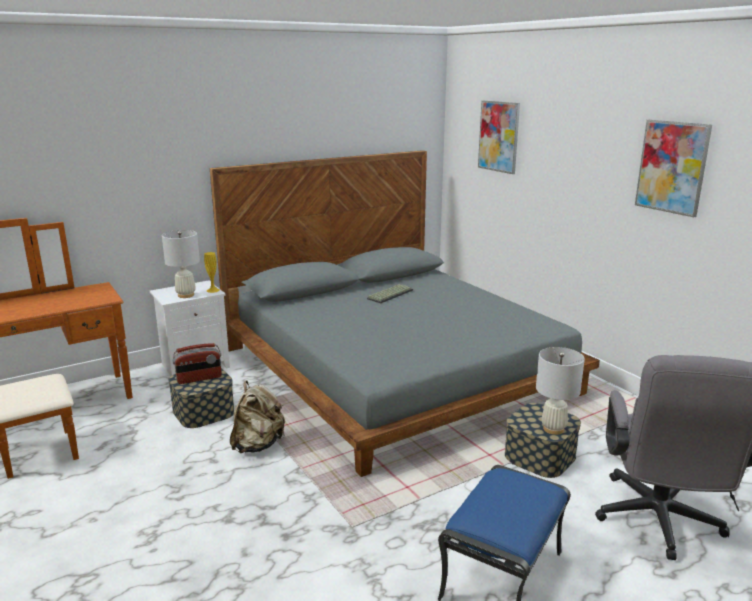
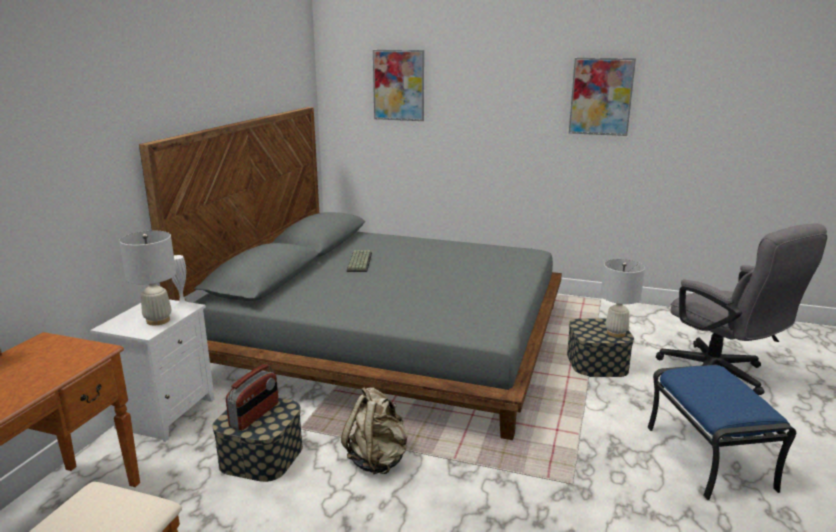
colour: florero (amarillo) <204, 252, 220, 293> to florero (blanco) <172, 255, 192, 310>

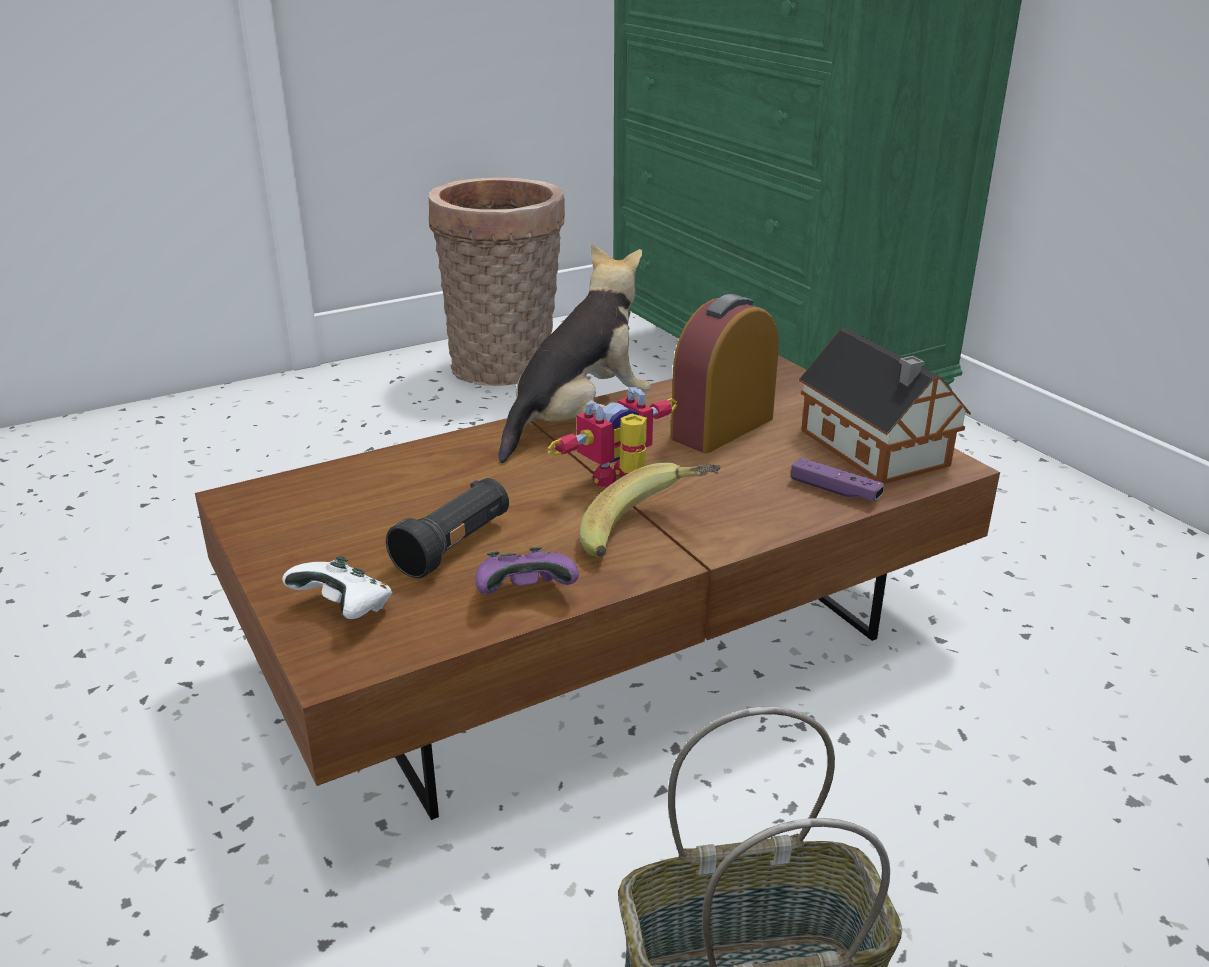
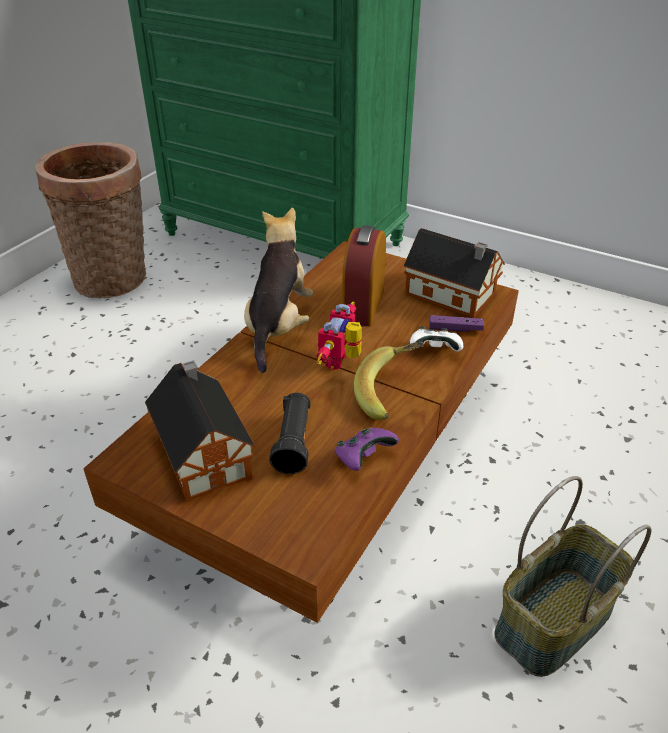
appeared: casita <145, 360, 255, 502>
relocated: mando de consola (blanco) <282, 556, 392, 619> to <410, 326, 463, 351>

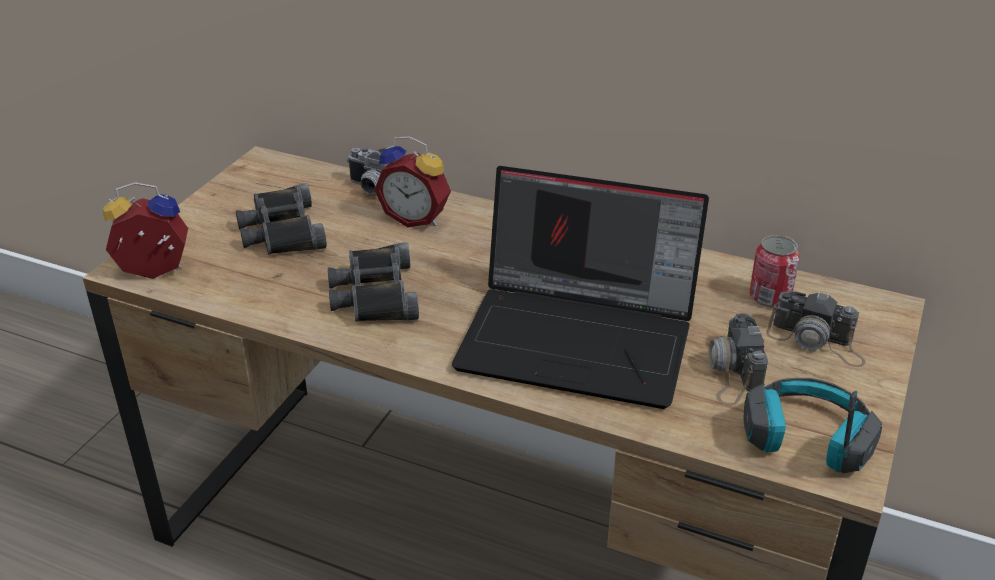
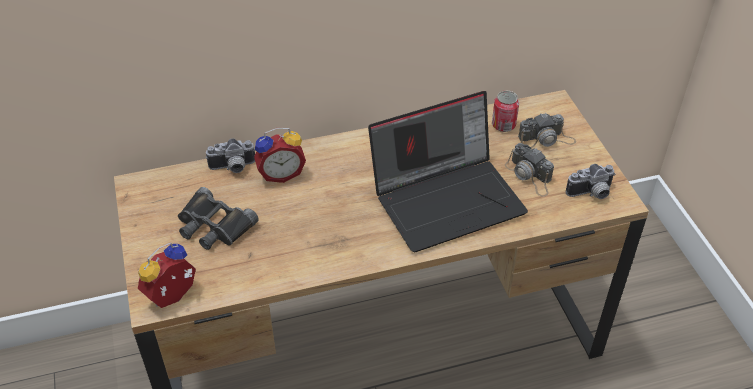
missing: prismáticos (negro) <328, 242, 419, 322>
exchanged: auriculares <744, 378, 882, 473> to cámara <566, 164, 616, 199>

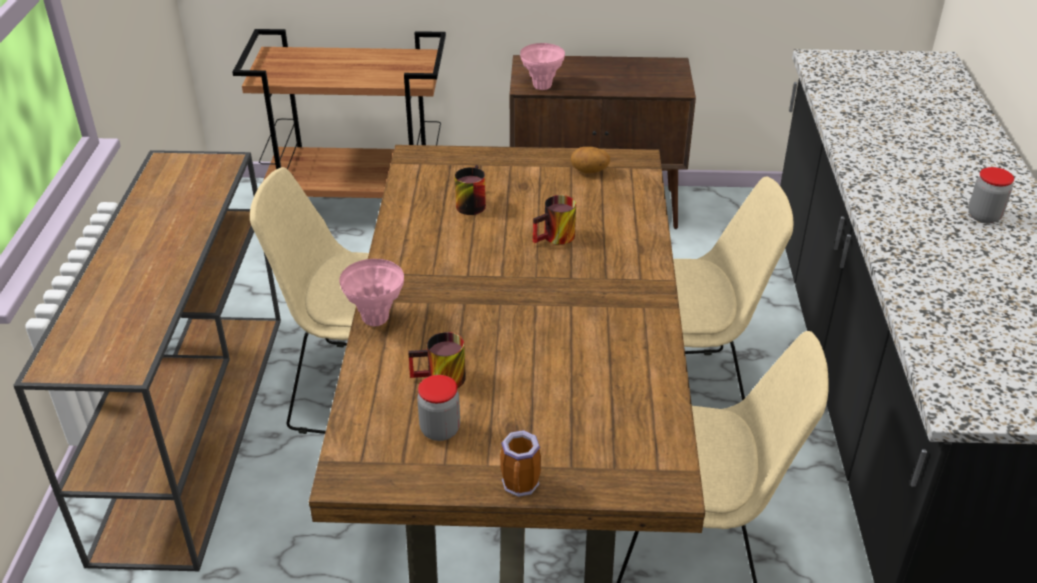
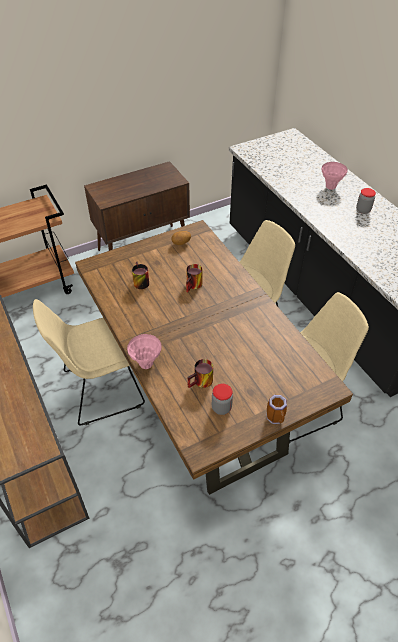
relocated: florero (rosa) <520, 43, 565, 90> to <322, 162, 348, 190>

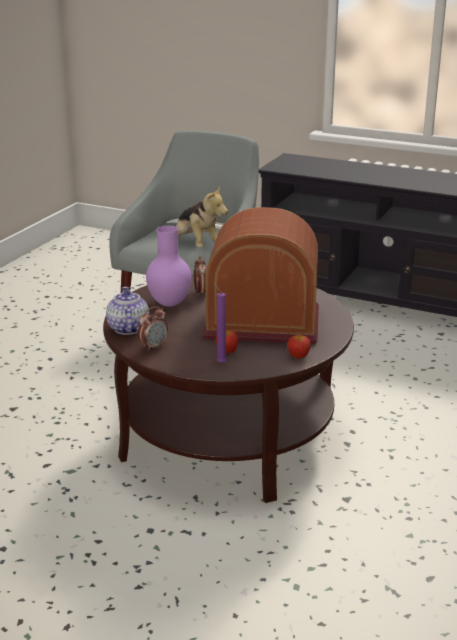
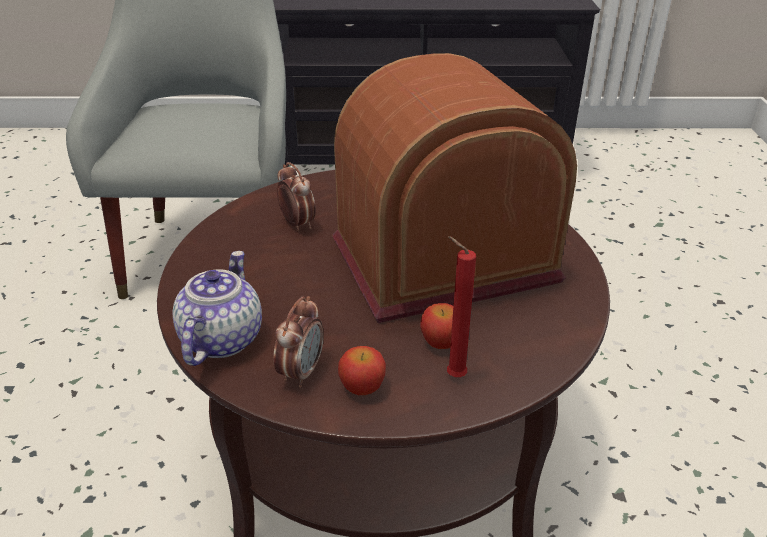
missing: florero (morado) <146, 226, 192, 307>; peluche <175, 186, 228, 248>
relocated: manzana <288, 335, 311, 359> to <338, 346, 386, 395>
colour: vela (morado) <214, 284, 227, 364> to vela (rojo) <447, 236, 476, 377>
spun: tetera <106, 287, 149, 335> = <173, 251, 262, 366> 45 degrees clockwise

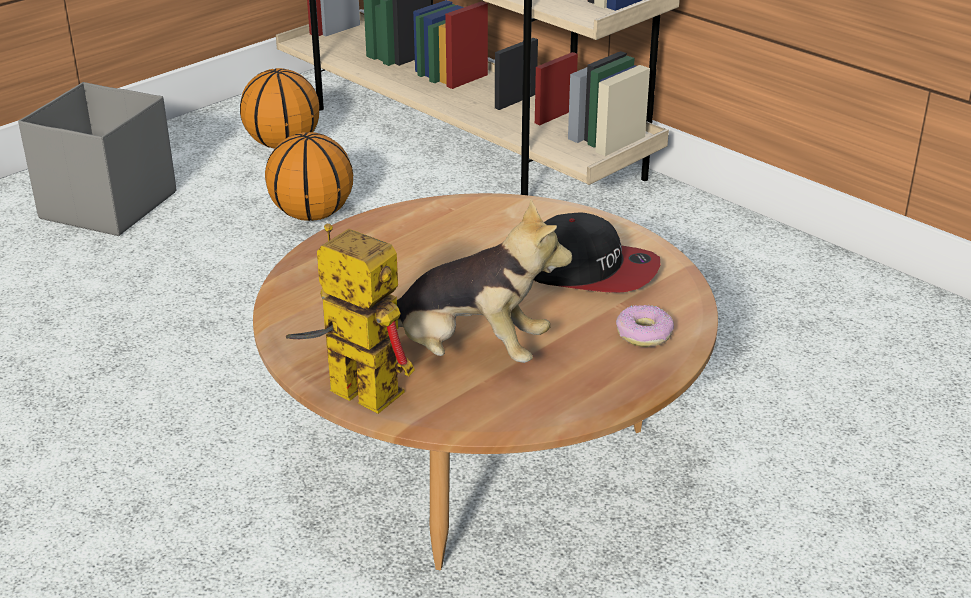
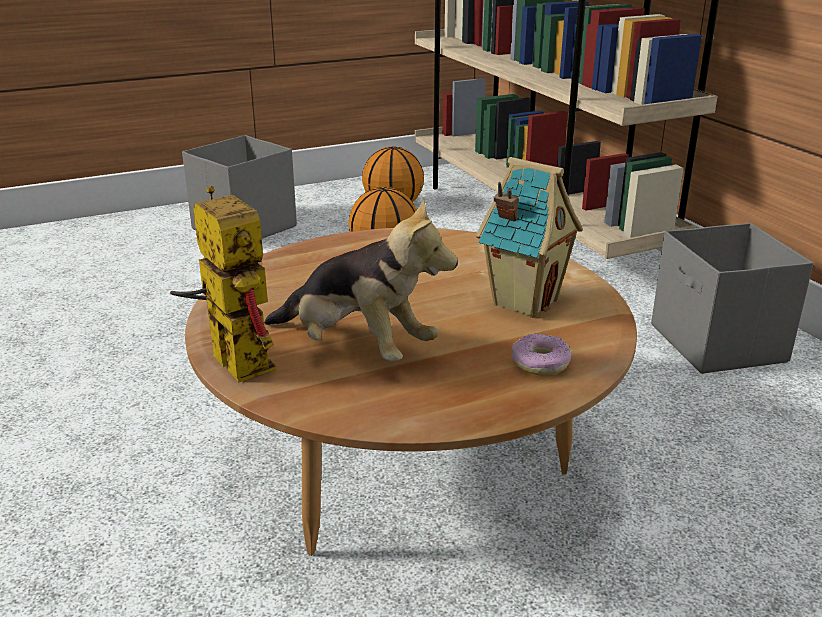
appeared: caja de almacenaje (gris) <651, 223, 814, 374>
exchanged: gorra <534, 213, 661, 293> to casita <476, 157, 583, 318>

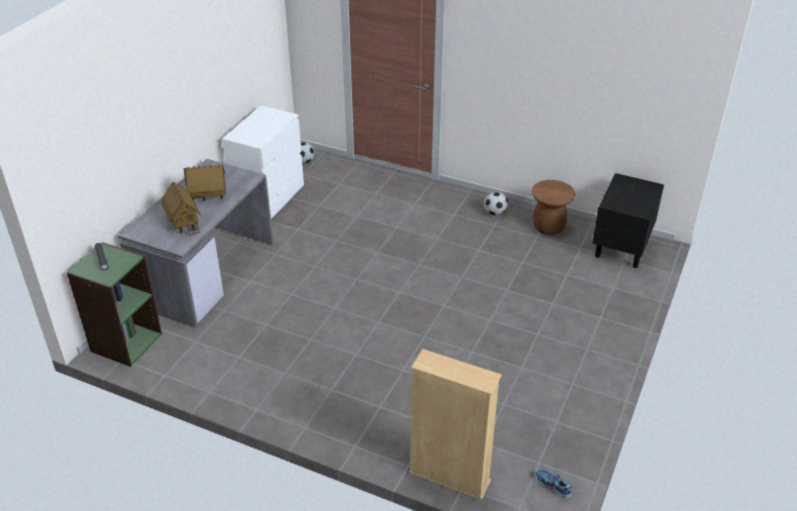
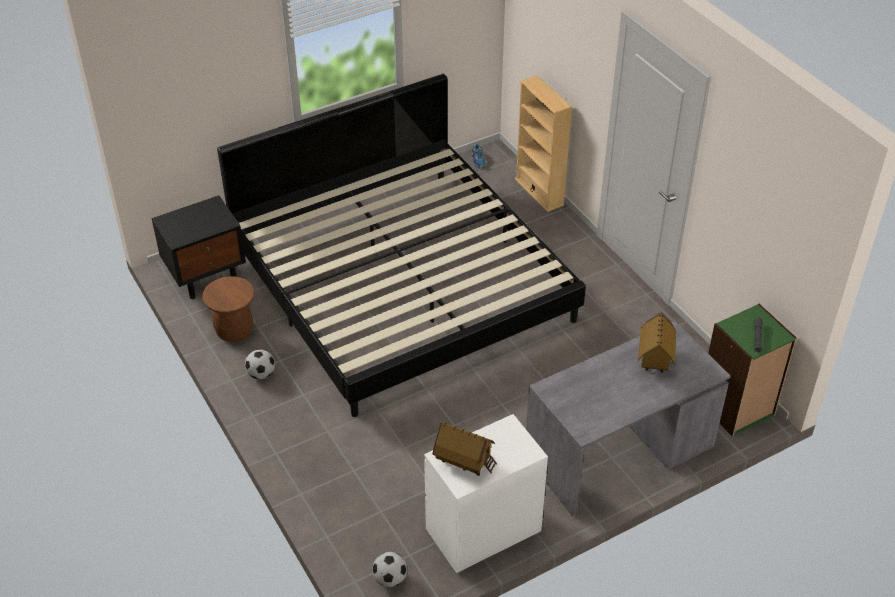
appeared: cama <217, 74, 586, 417>
relocated: casita <184, 164, 226, 201> to <432, 423, 497, 476>

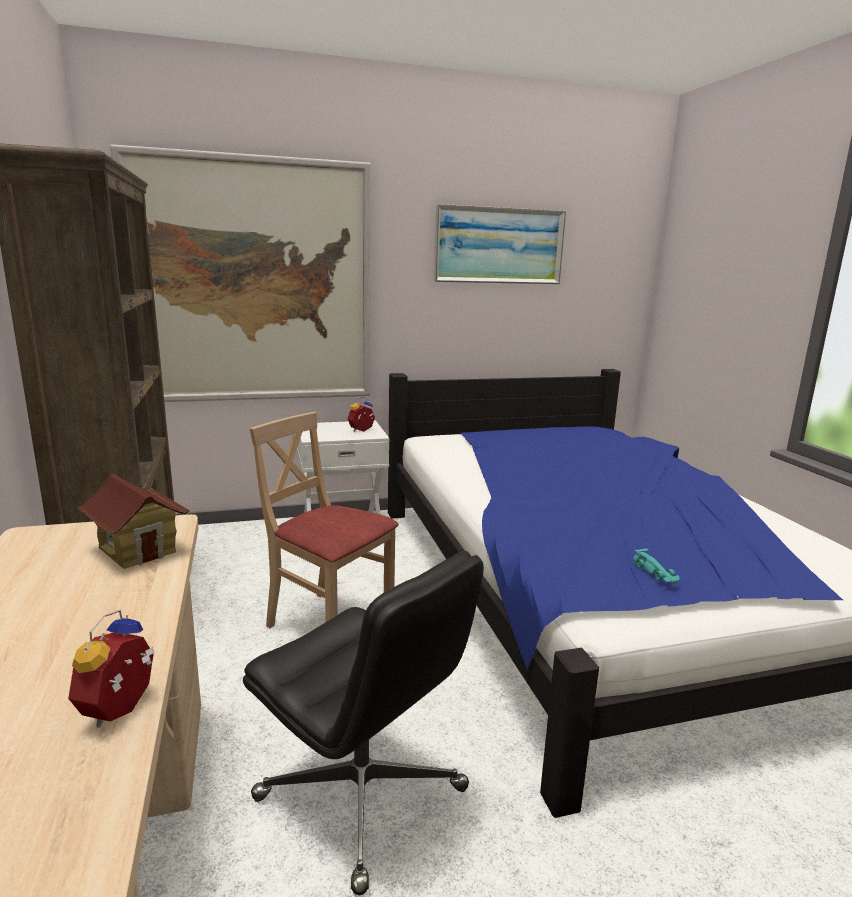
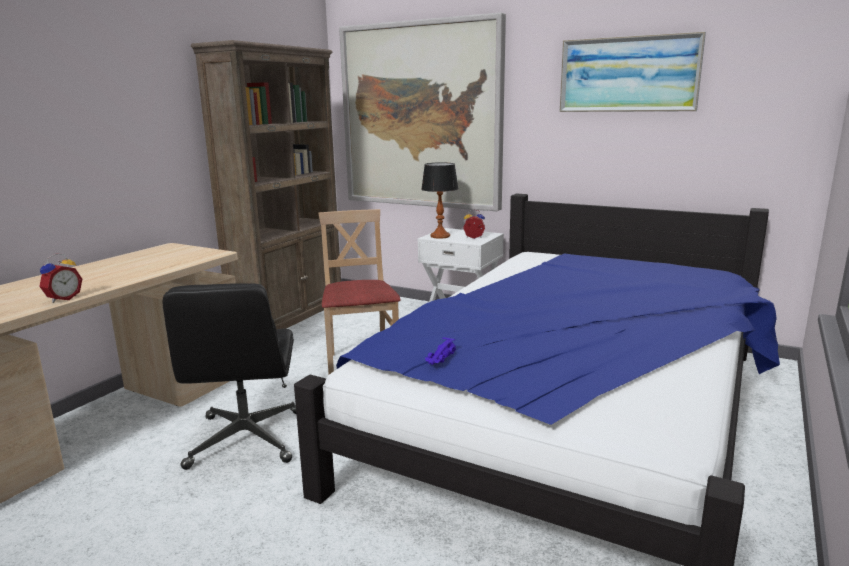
missing: casita <77, 474, 190, 569>
appeared: lámpara de mesa <421, 162, 459, 239>
colour: coche de juguete (turquesa) <632, 549, 680, 584> to coche de juguete (morado) <425, 337, 456, 365>
spun: despertador <68, 609, 154, 728> = <39, 253, 82, 303> 150 degrees clockwise

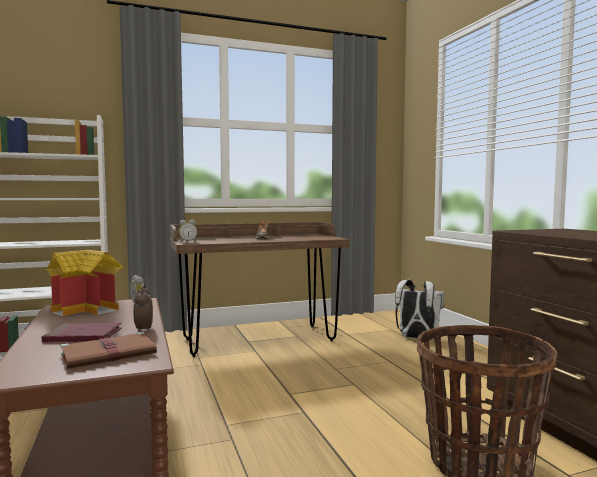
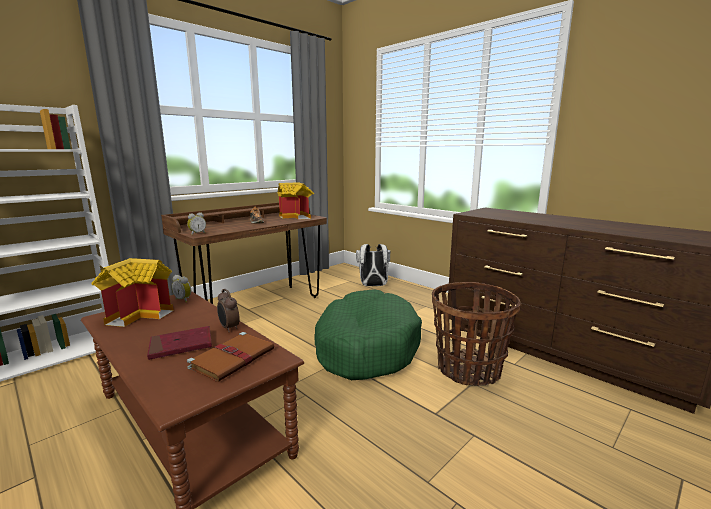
appeared: casita <277, 182, 314, 220>; cama para perro (verde) <315, 289, 422, 380>

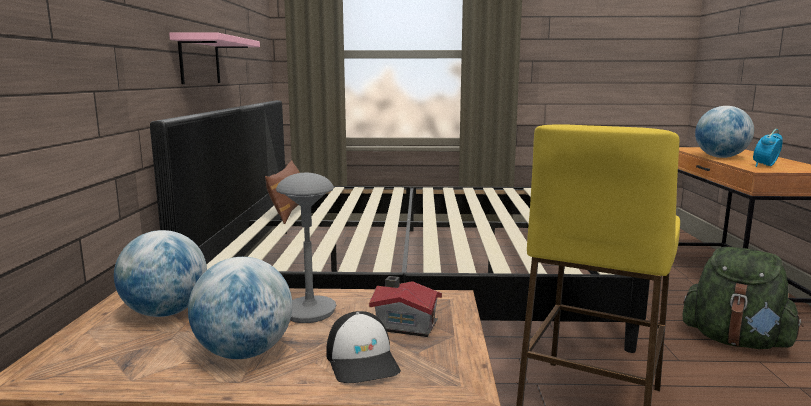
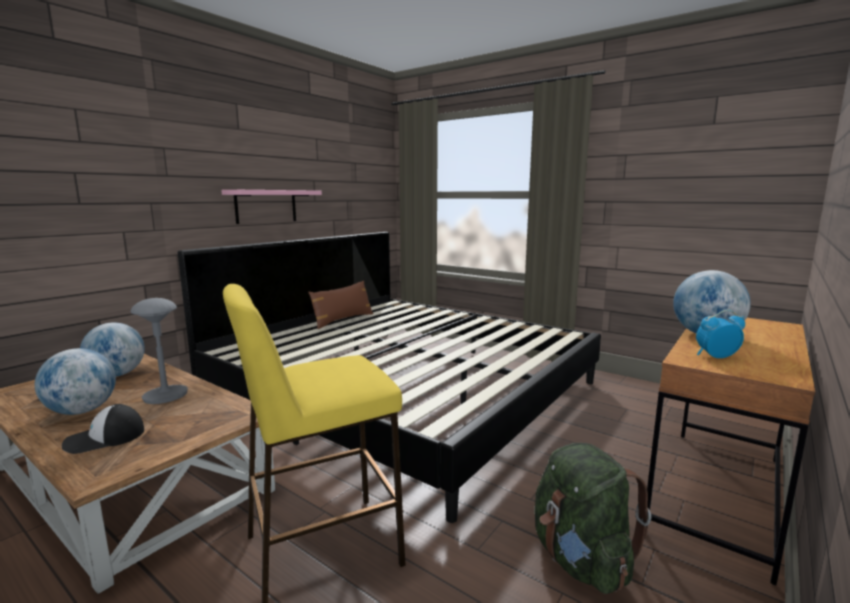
missing: casita <369, 276, 442, 337>
spun: gorra <326, 311, 401, 383> = <62, 404, 144, 454> 45 degrees clockwise

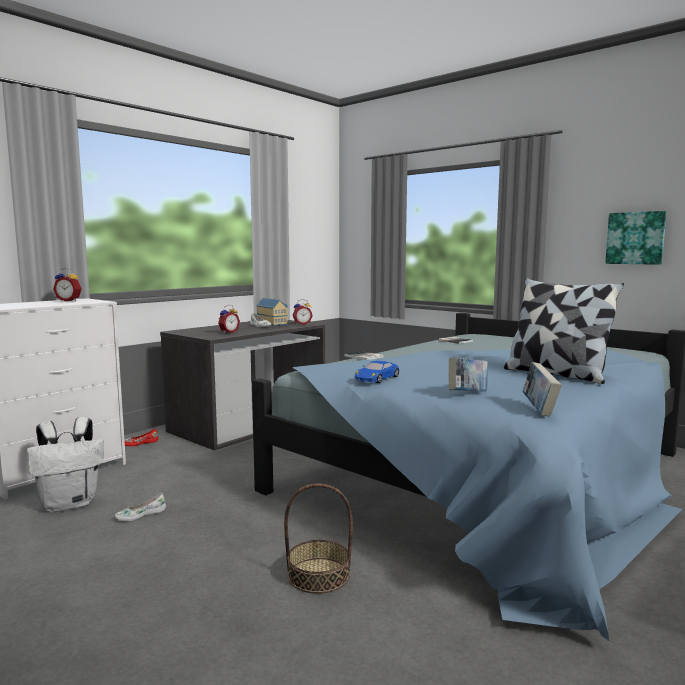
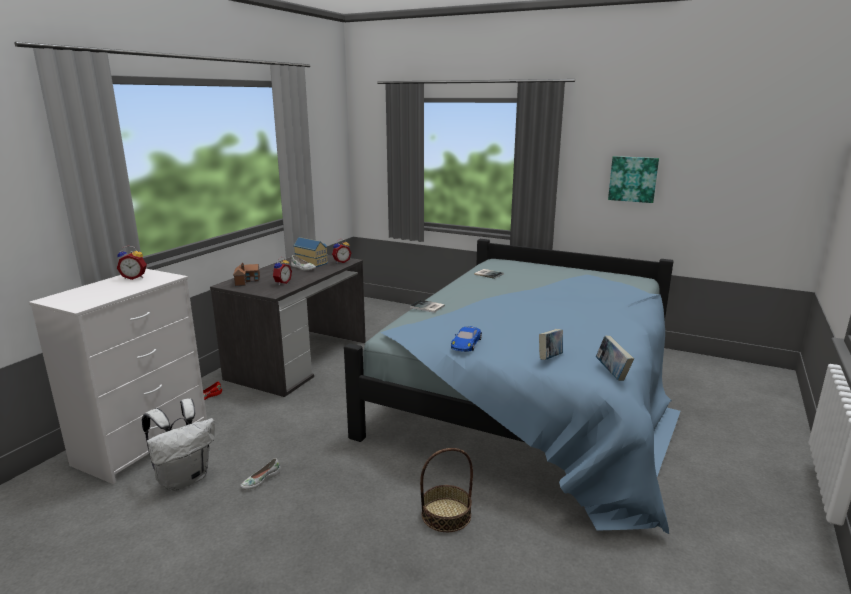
missing: cojín <504, 278, 624, 384>
appeared: casita <233, 263, 260, 286>

